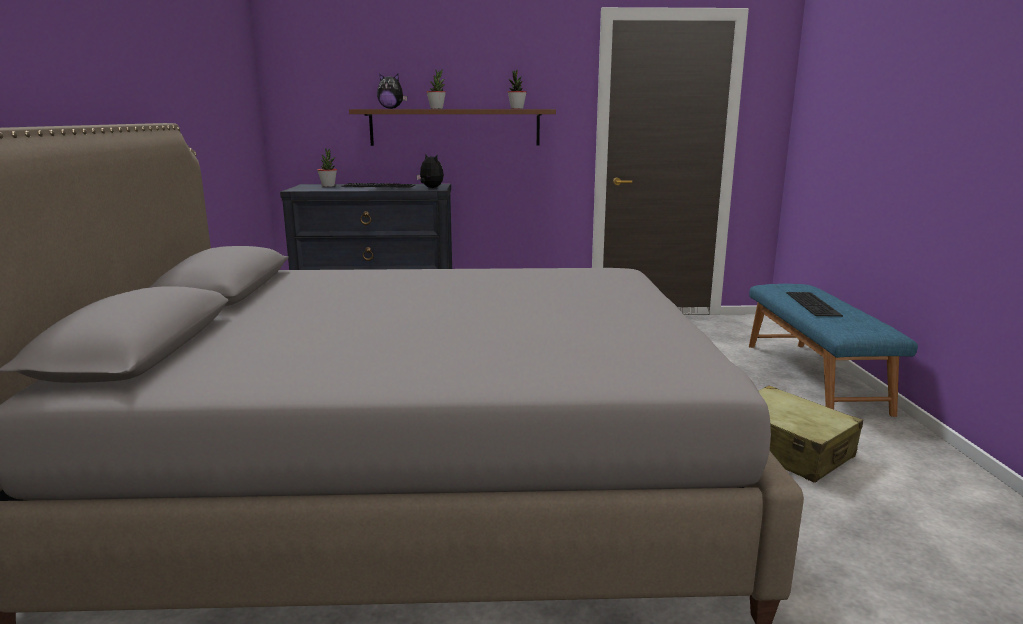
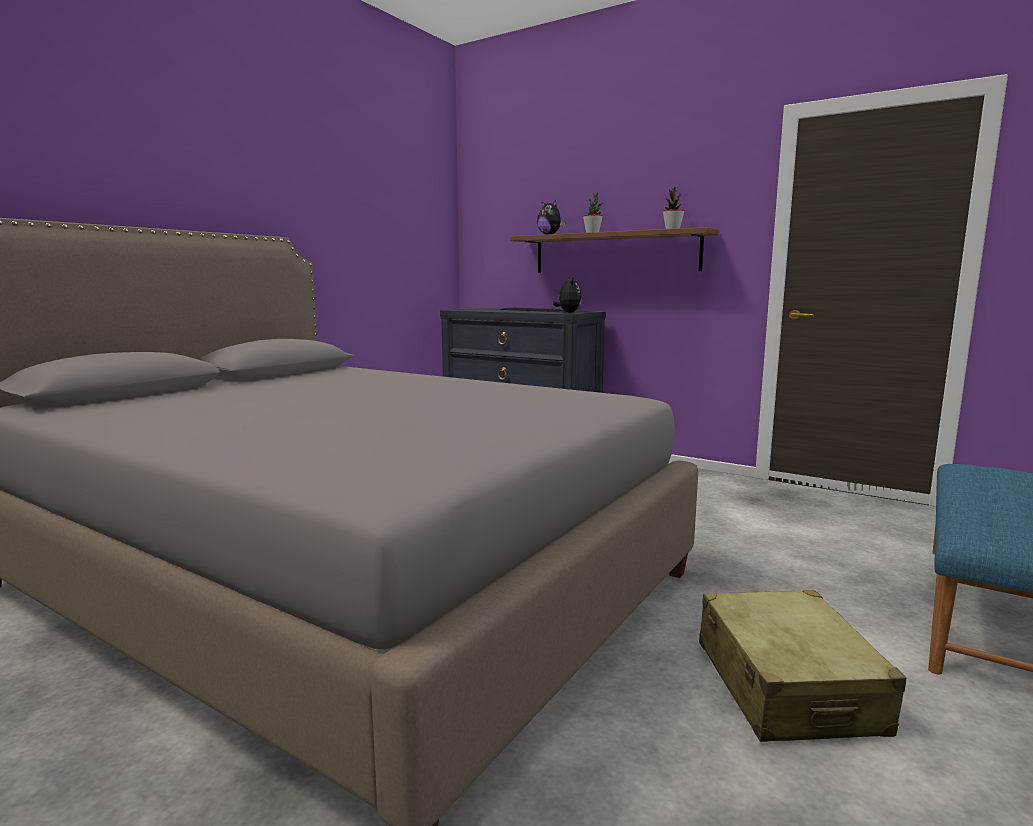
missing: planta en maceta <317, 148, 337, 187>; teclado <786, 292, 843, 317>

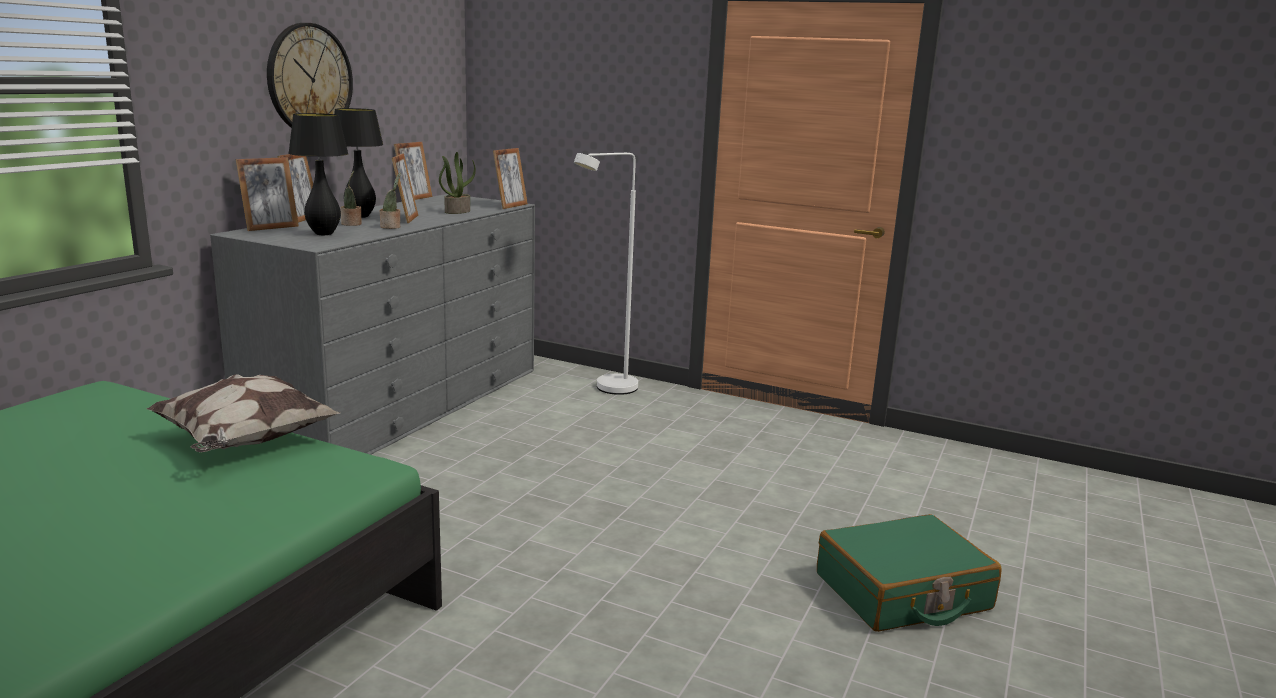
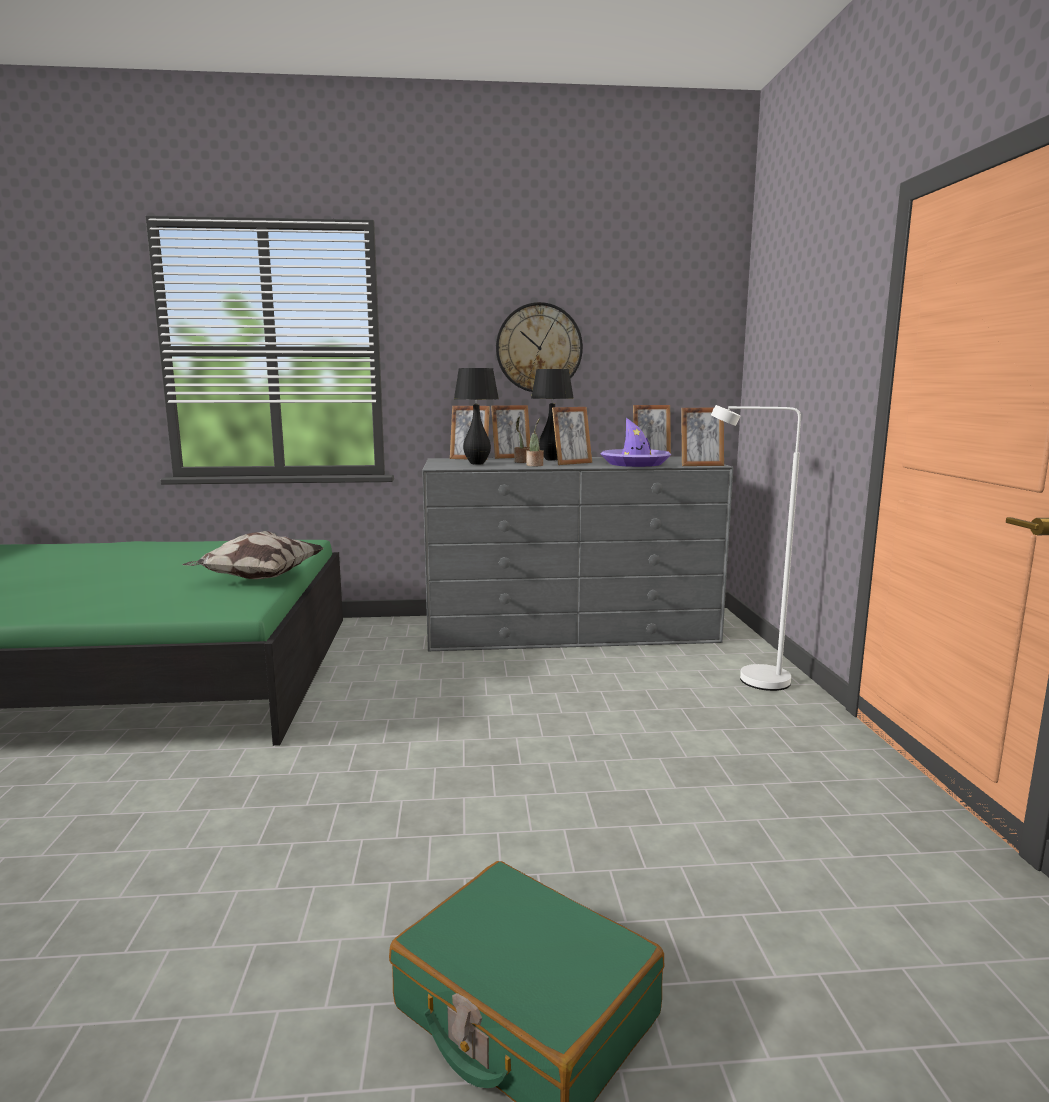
exchanged: planta en maceta <439, 152, 476, 214> to sombrero (morado) <601, 417, 671, 467>

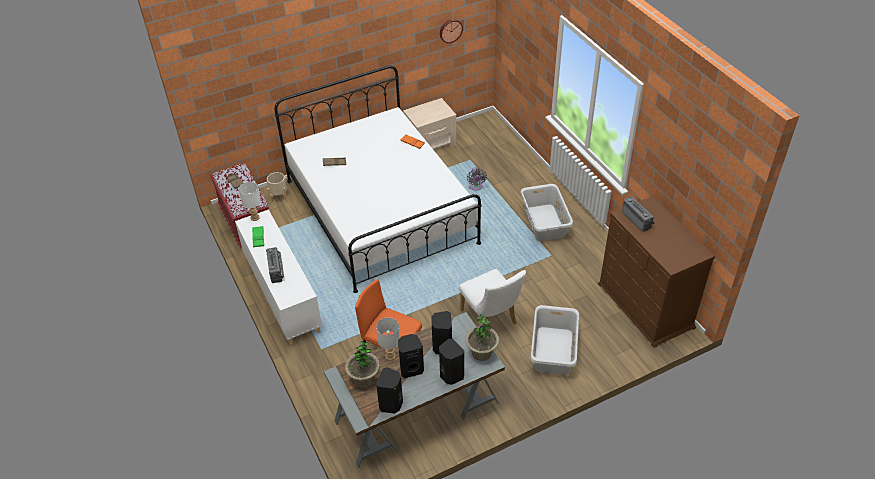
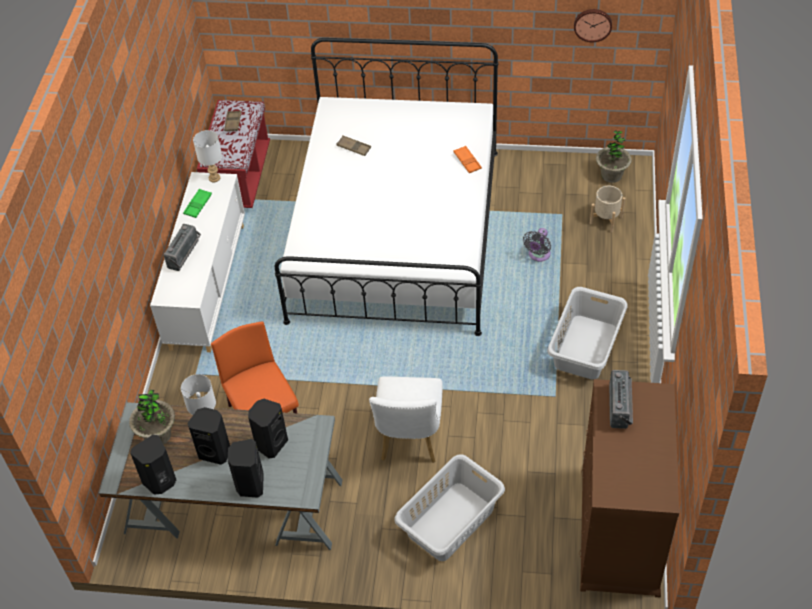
missing: mesita de noche (beis) <403, 98, 457, 149>
relocated: maceta (beis) <267, 172, 289, 203> to <590, 185, 625, 232>; planta en maceta <465, 314, 499, 361> to <596, 130, 632, 183>

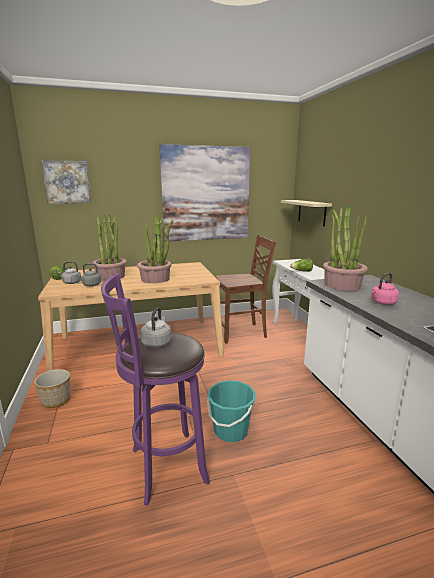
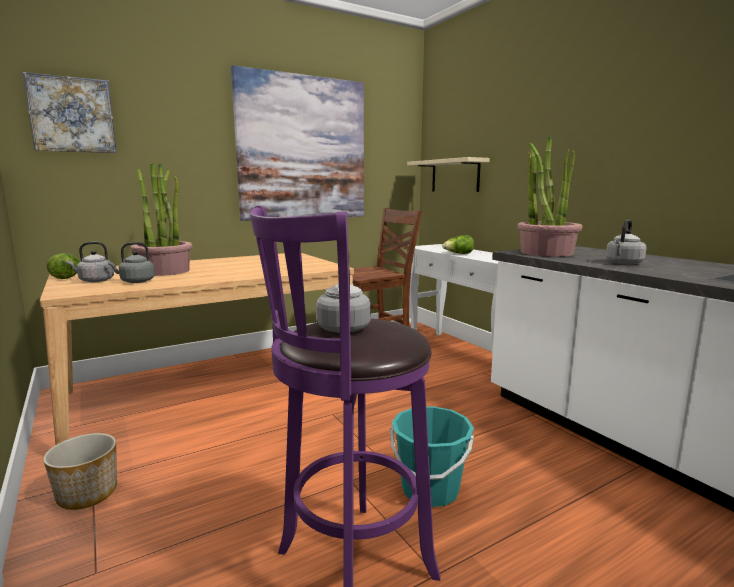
missing: planta en maceta <137, 215, 173, 283>
colour: hervidor (rosa) <371, 273, 399, 305> to hervidor (gris) <606, 219, 647, 265>

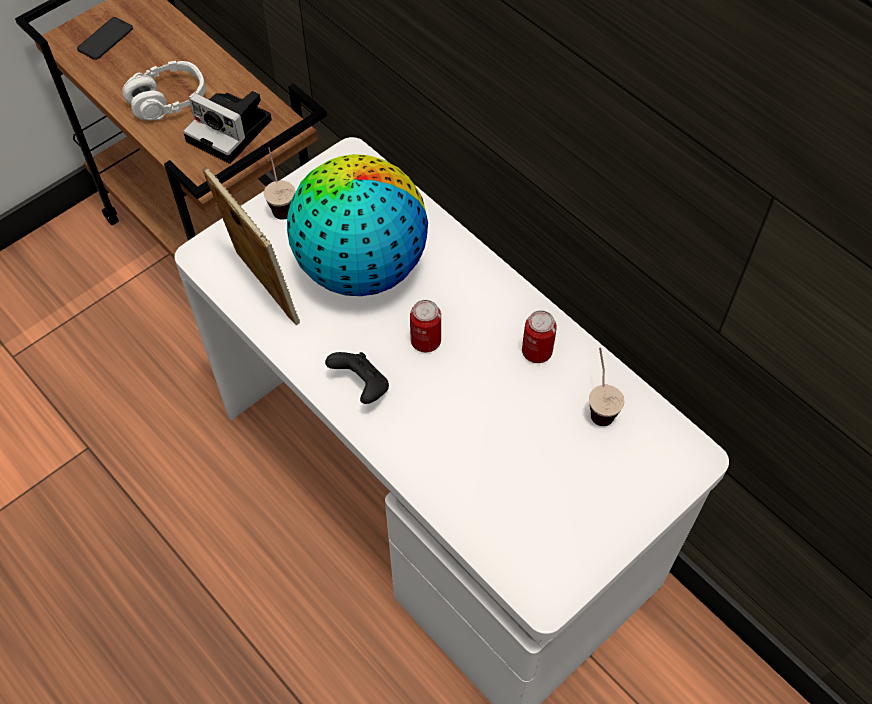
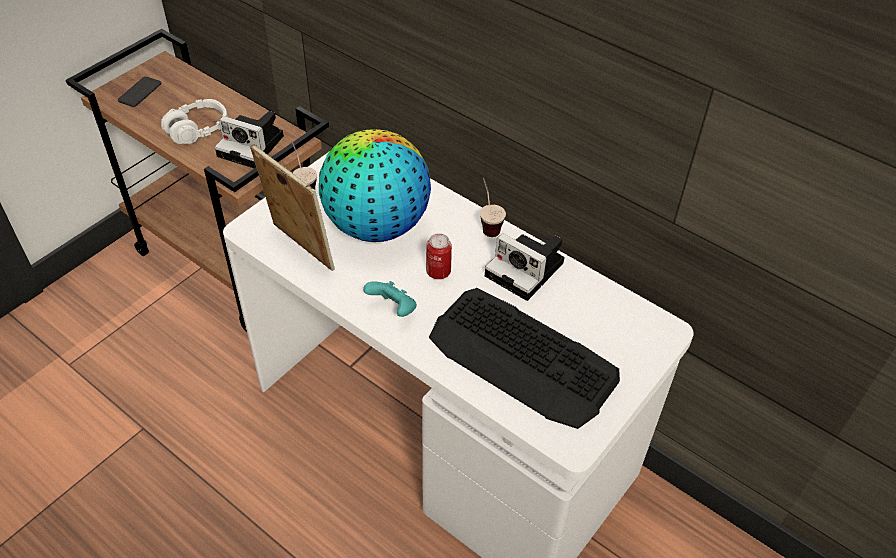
appeared: teclado <429, 288, 620, 429>
relocated: taza <589, 348, 624, 426> to <480, 178, 506, 237>
exchanged: lata <522, 310, 557, 363> to cámara <485, 233, 565, 301>
colour: mando de consola (negro) <325, 352, 389, 404> to mando de consola (turquesa) <363, 281, 417, 317>

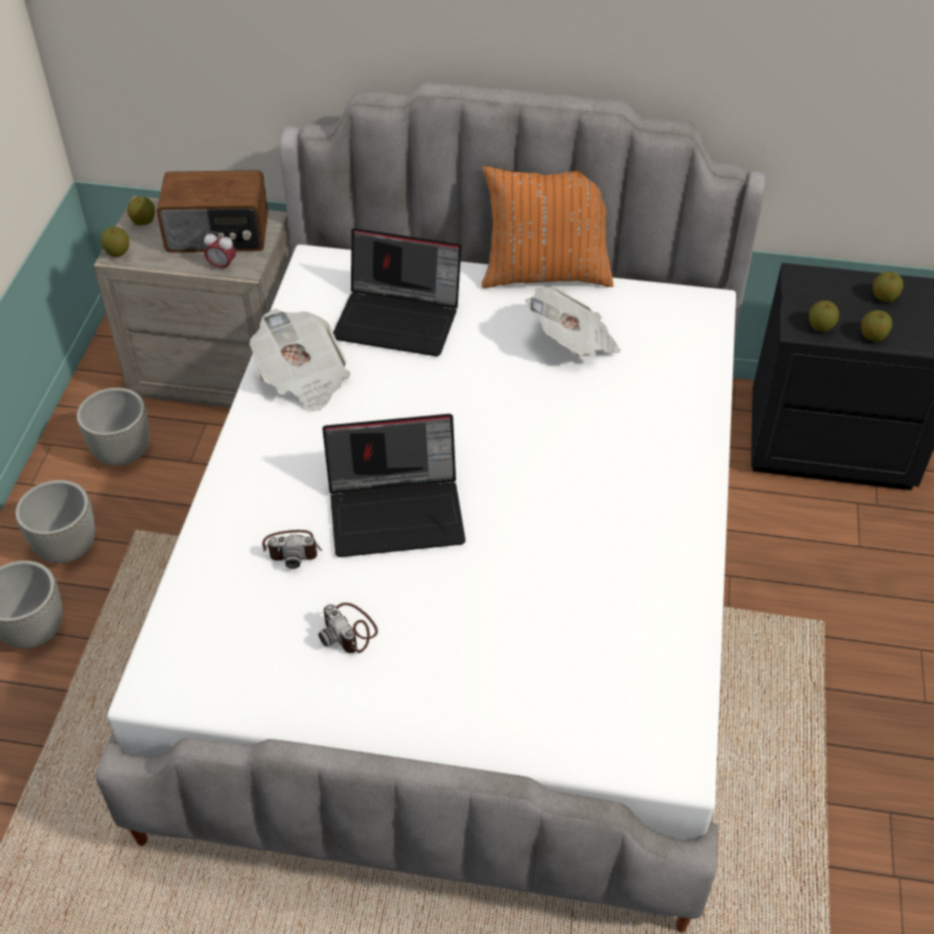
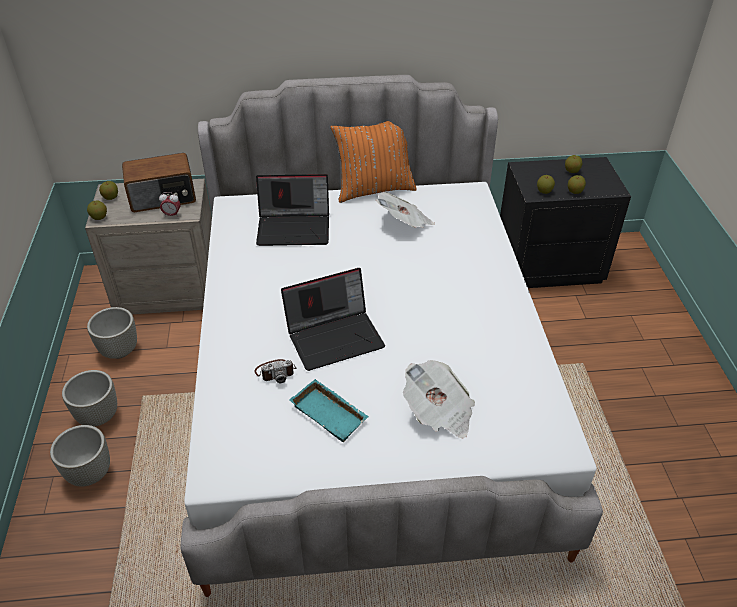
relocated: periódico <250, 309, 351, 411> to <403, 360, 475, 438>
exchanged: cámara <318, 603, 378, 653> to bandeja (turquesa) <289, 379, 369, 442>

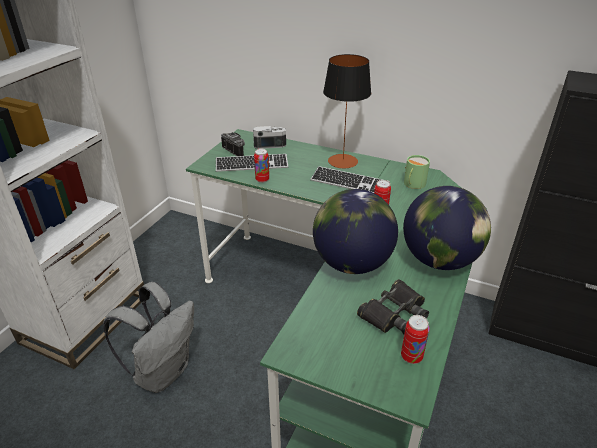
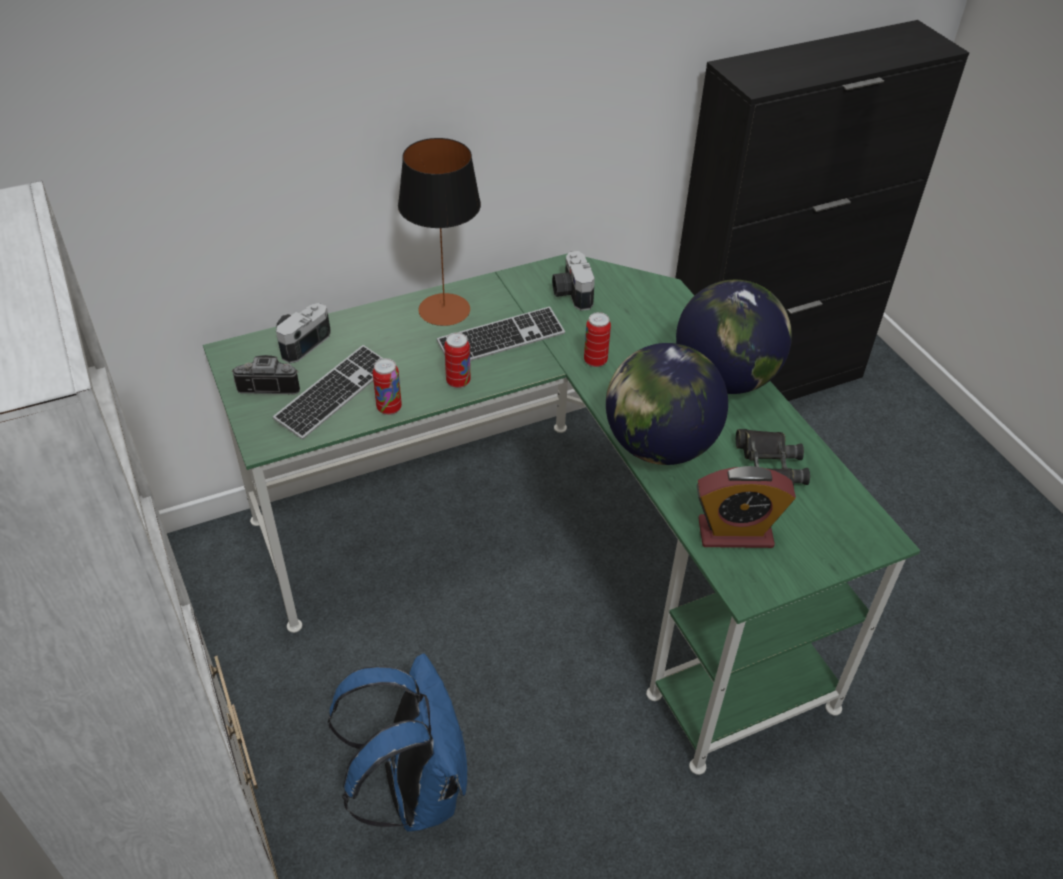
appeared: despertador <696, 466, 796, 548>
relocated: lata <401, 315, 430, 364> to <444, 332, 471, 388>
exchanged: taza grande (verde) <404, 155, 430, 189> to cámara <552, 251, 595, 311>
colour: mochila (gris) <103, 282, 194, 393> to mochila (azul) <328, 653, 467, 832>

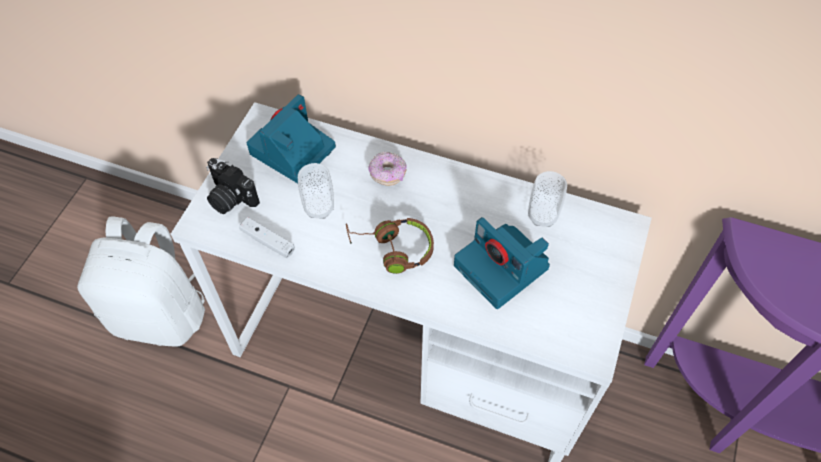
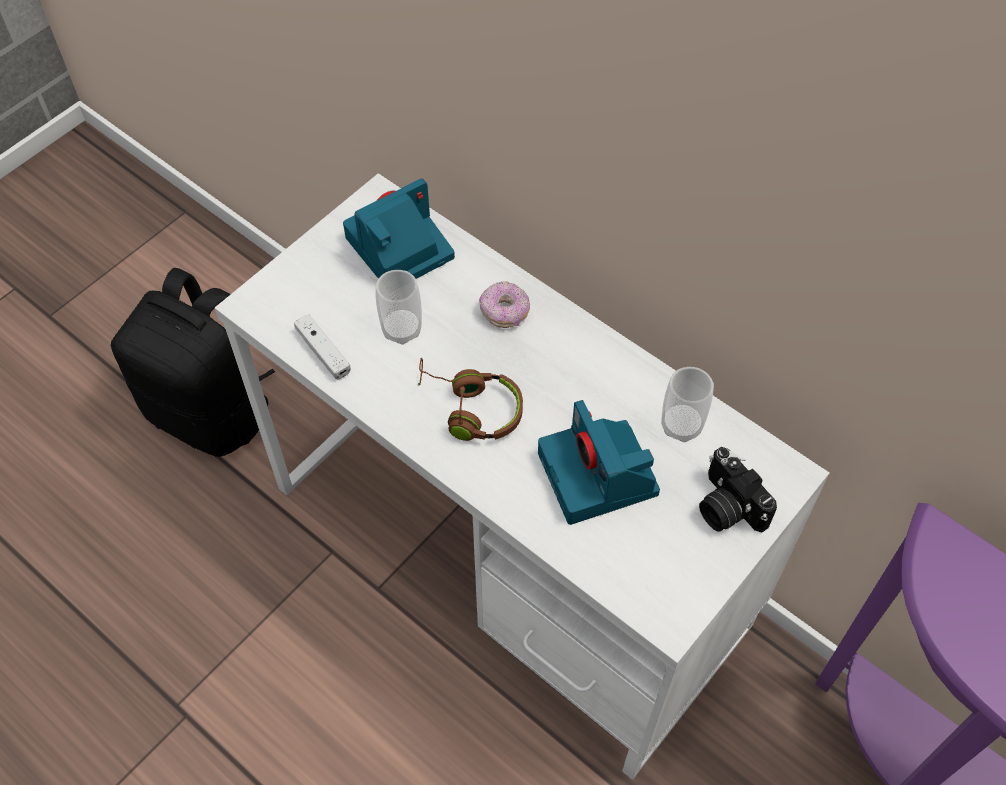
relocated: cámara <206, 158, 260, 214> to <699, 447, 777, 533>
colour: mochila (blanco) <77, 216, 205, 346> to mochila (negro) <111, 268, 275, 457>

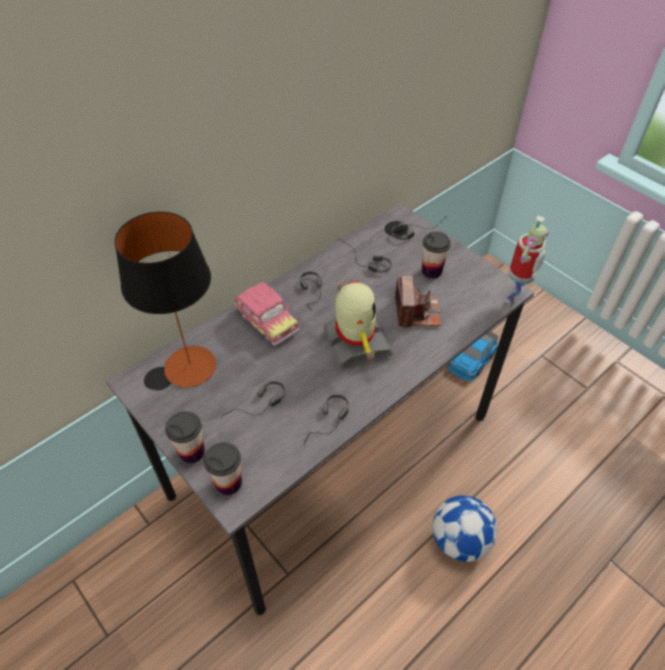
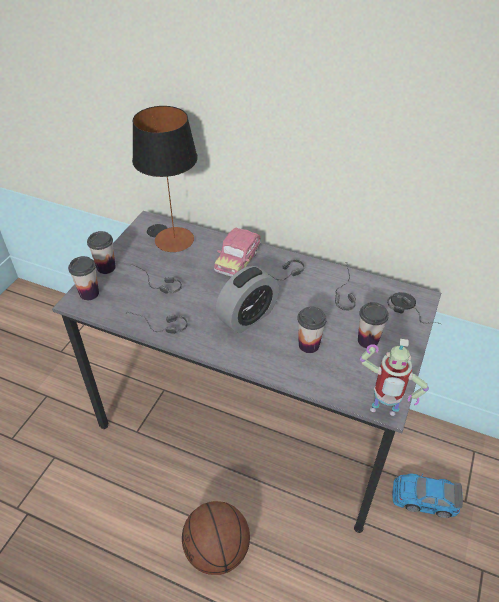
exchanged: robot de juguete <323, 280, 394, 369> to despertador <216, 266, 279, 333>; cámara <395, 276, 441, 329> to taza <297, 306, 327, 353>; balón de fútbol <432, 495, 497, 562> to balón de baloncesto <182, 501, 250, 575>

